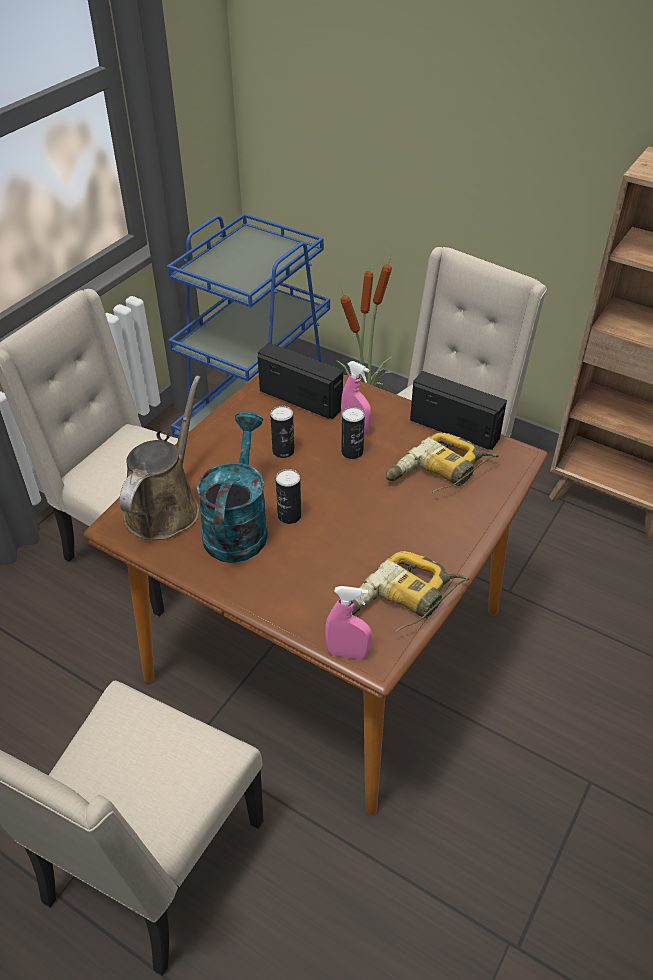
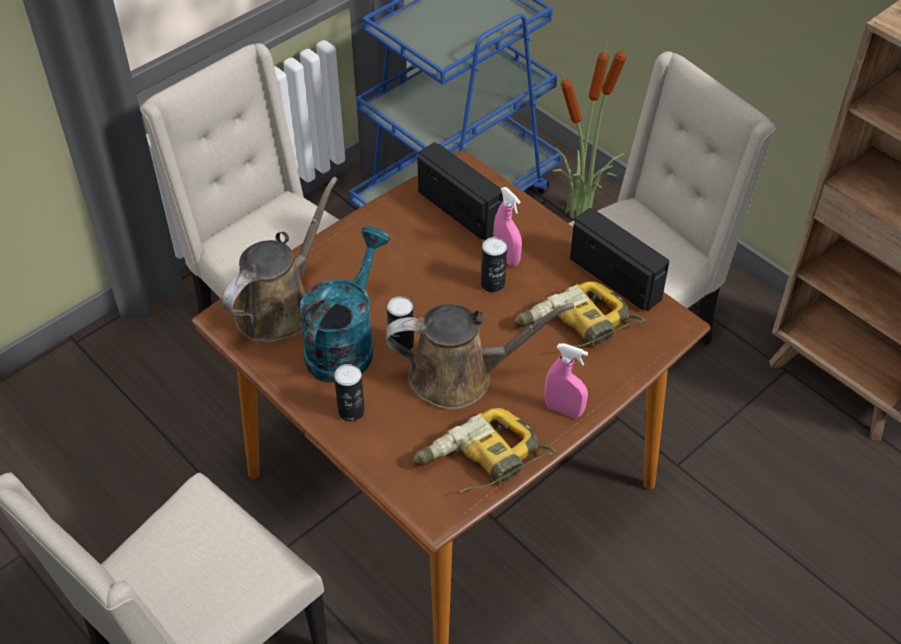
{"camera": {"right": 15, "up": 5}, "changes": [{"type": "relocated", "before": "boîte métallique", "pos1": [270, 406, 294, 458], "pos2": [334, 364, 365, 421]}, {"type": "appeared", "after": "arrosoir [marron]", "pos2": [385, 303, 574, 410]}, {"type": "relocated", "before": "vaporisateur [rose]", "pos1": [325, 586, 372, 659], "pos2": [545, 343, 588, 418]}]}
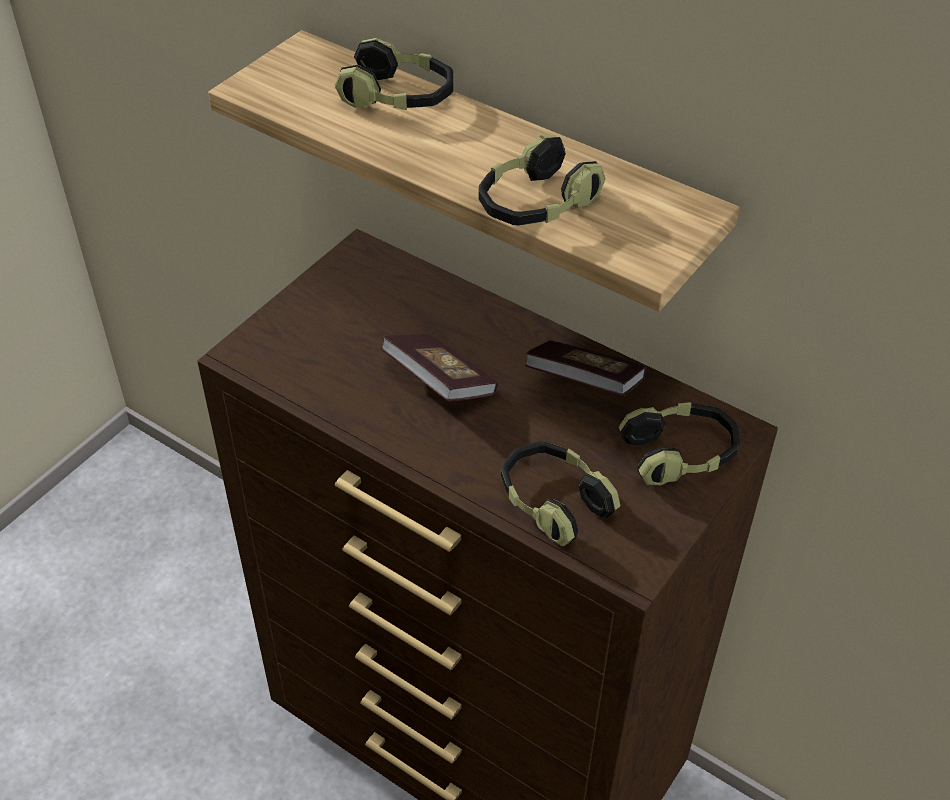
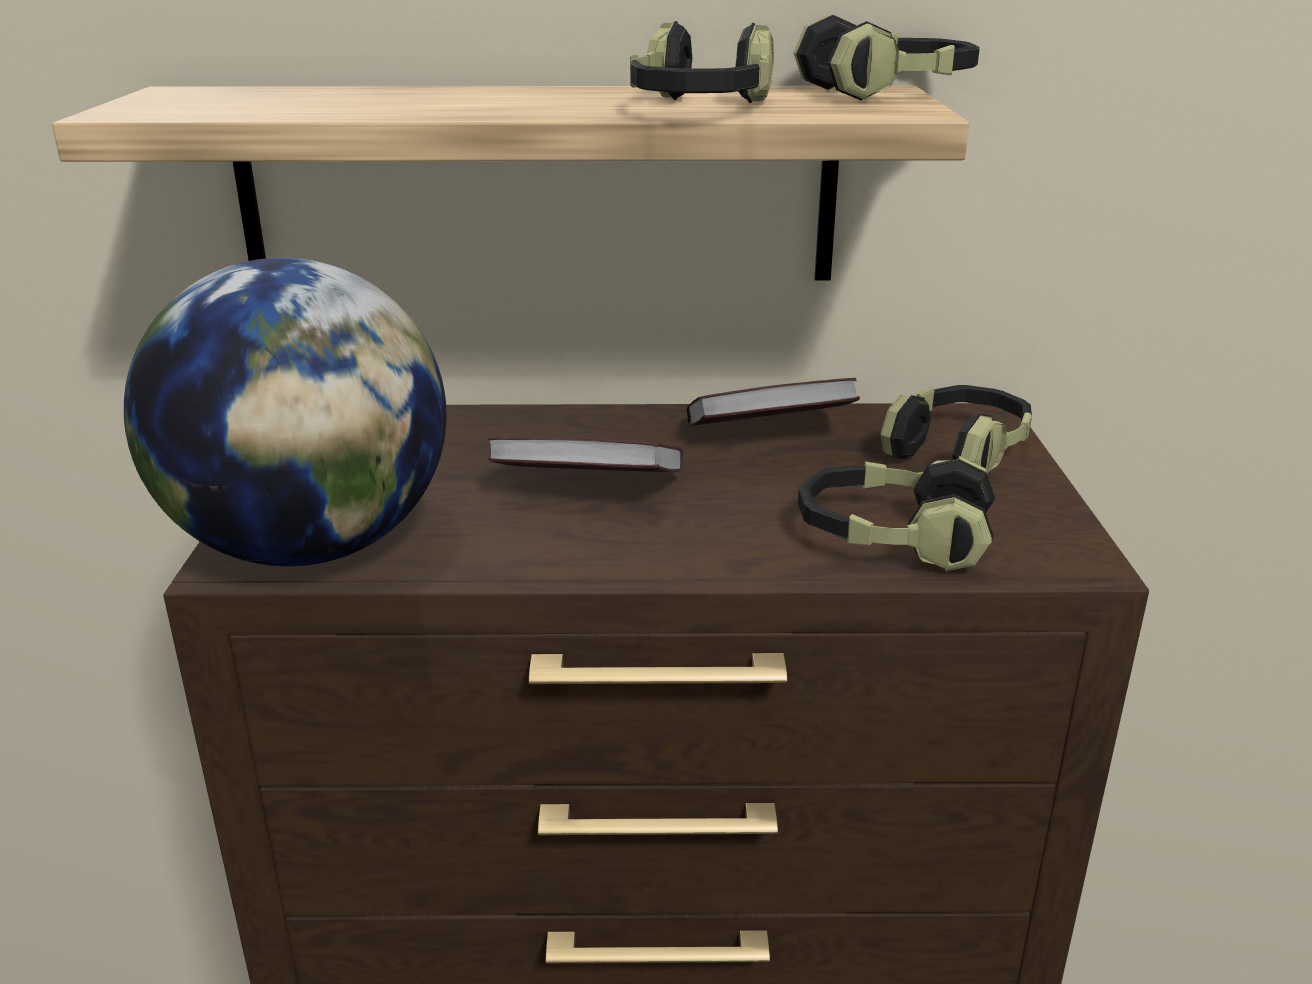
{"camera": {"right": -35, "up": -20}, "changes": [{"type": "appeared", "after": "globe", "pos2": [124, 258, 447, 566]}, {"type": "relocated", "before": "casque audio", "pos1": [334, 37, 453, 110], "pos2": [794, 15, 980, 100]}]}
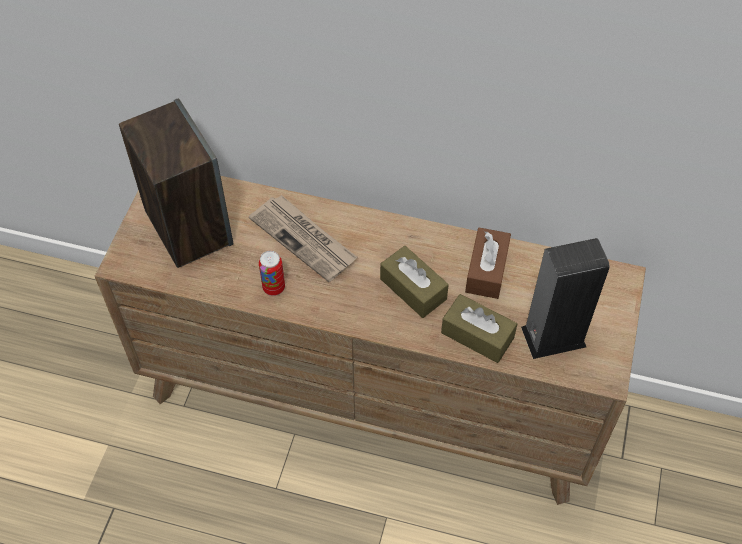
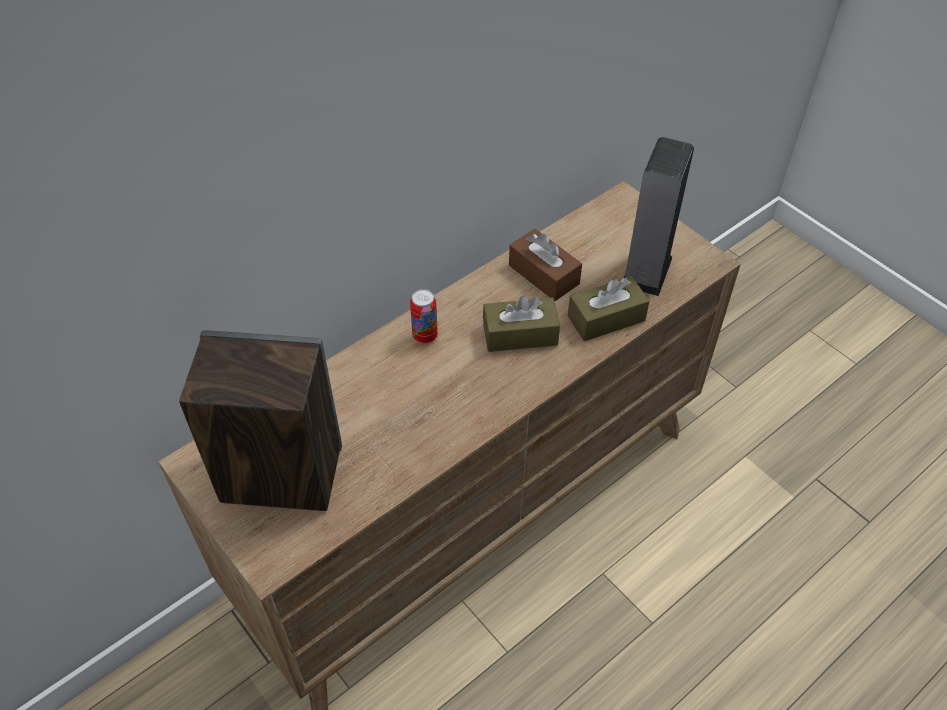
{"camera": {"right": -55, "up": -5}, "changes": [{"type": "relocated", "before": "boîte métallique", "pos1": [259, 251, 285, 296], "pos2": [410, 289, 438, 344]}, {"type": "missing", "before": "journal", "pos1": [249, 195, 357, 282]}]}
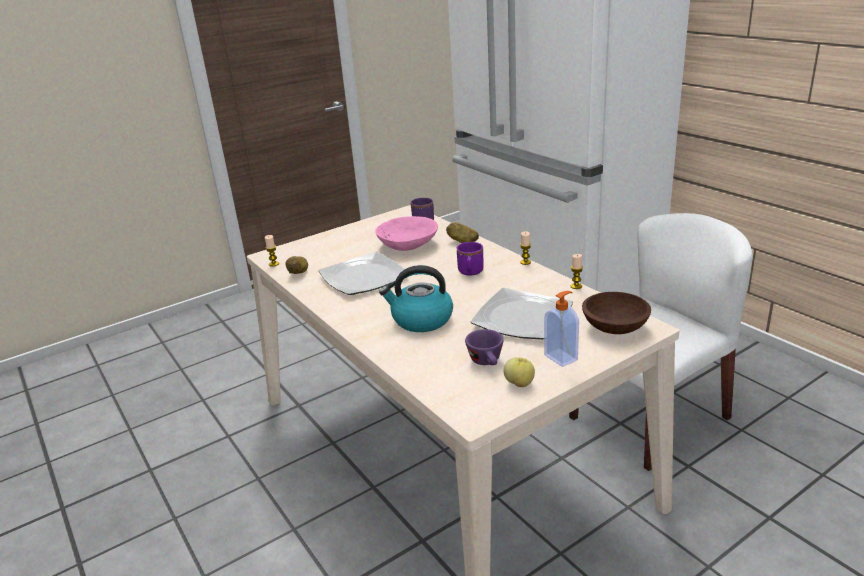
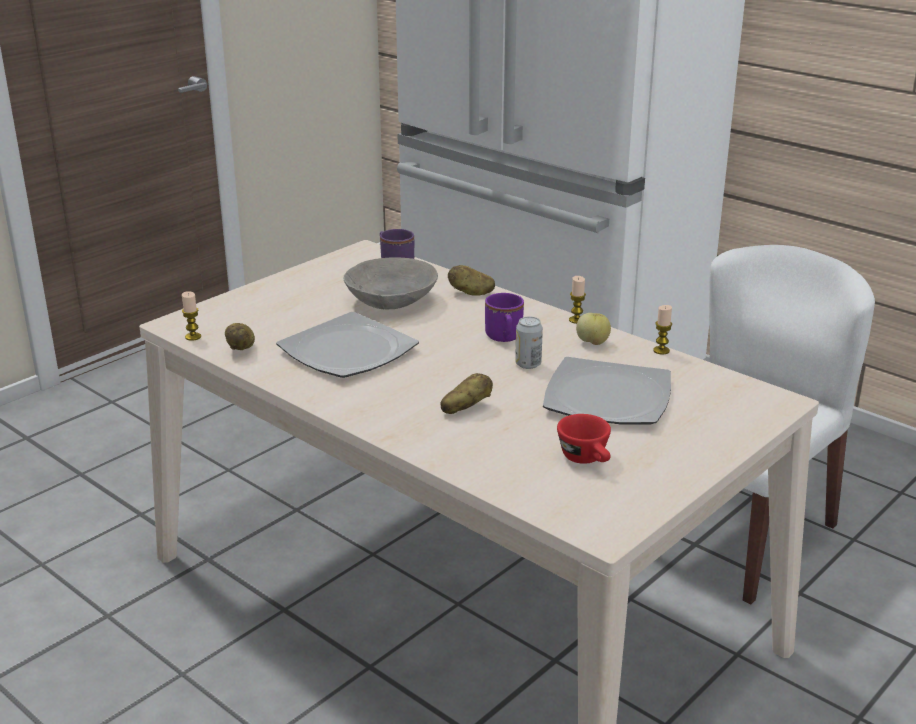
{"camera": {"right": -15, "up": 0}, "changes": [{"type": "colour", "before": "bol [rose]", "after": "bol [gris]", "pos1": [375, 216, 438, 251], "pos2": [344, 257, 438, 309]}, {"type": "exchanged", "before": "bouilloire", "after": "pomme de terre", "pos1": [379, 265, 453, 332], "pos2": [440, 373, 493, 414]}, {"type": "appeared", "after": "boîte métallique", "pos2": [515, 317, 543, 369]}, {"type": "colour", "before": "tasse [violet]", "after": "tasse [rouge]", "pos1": [465, 329, 504, 365], "pos2": [557, 414, 611, 464]}, {"type": "relocated", "before": "pomme", "pos1": [504, 357, 535, 387], "pos2": [576, 313, 611, 345]}, {"type": "missing", "before": "distributeur de savon", "pos1": [544, 291, 579, 367]}, {"type": "missing", "before": "bol [marron]", "pos1": [582, 292, 651, 334]}]}
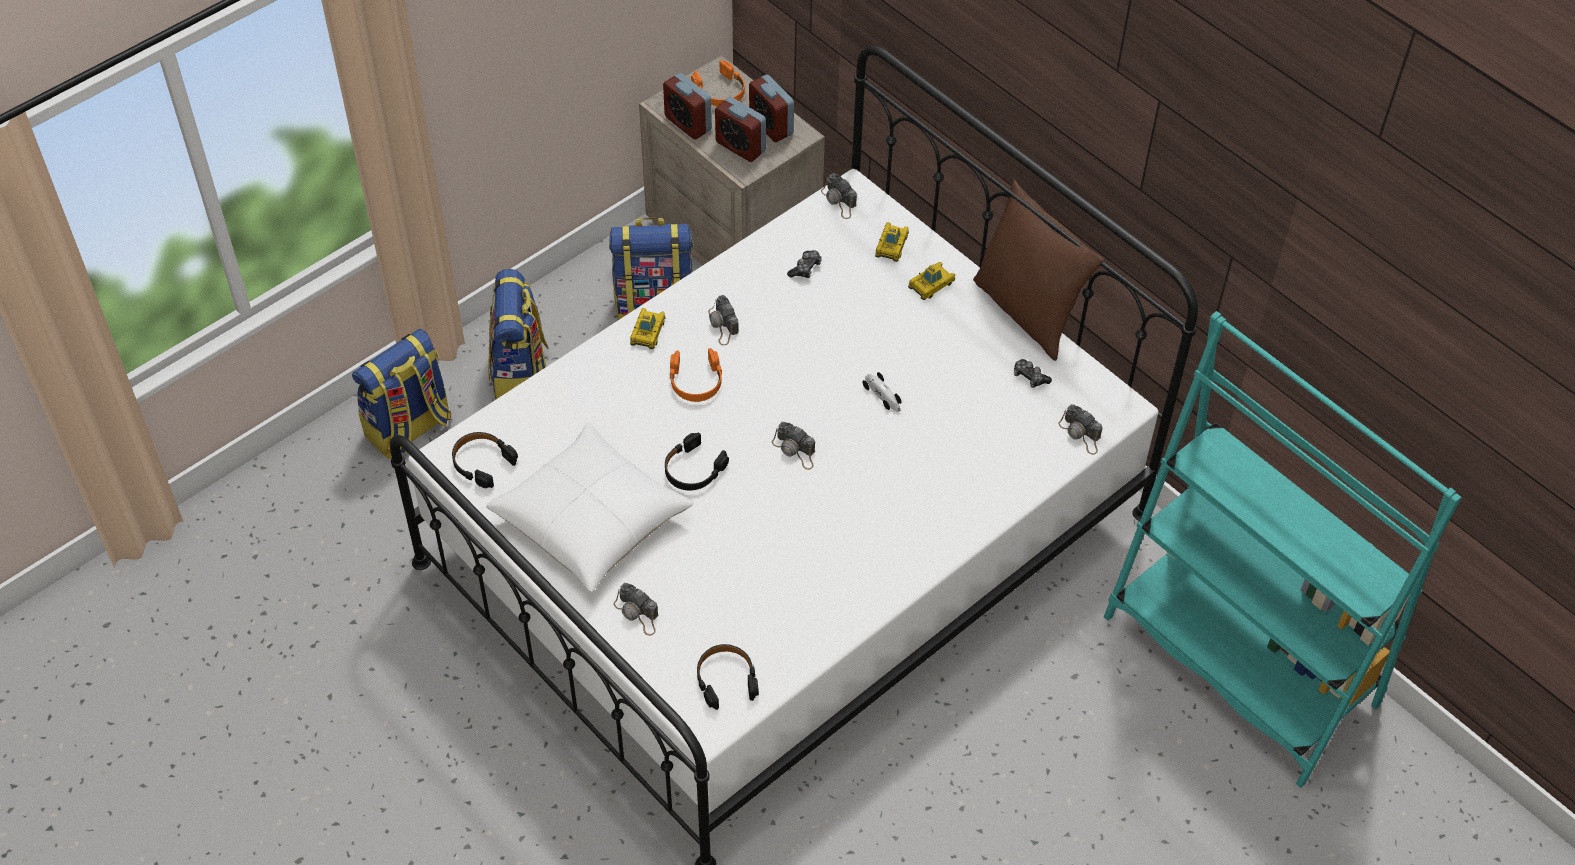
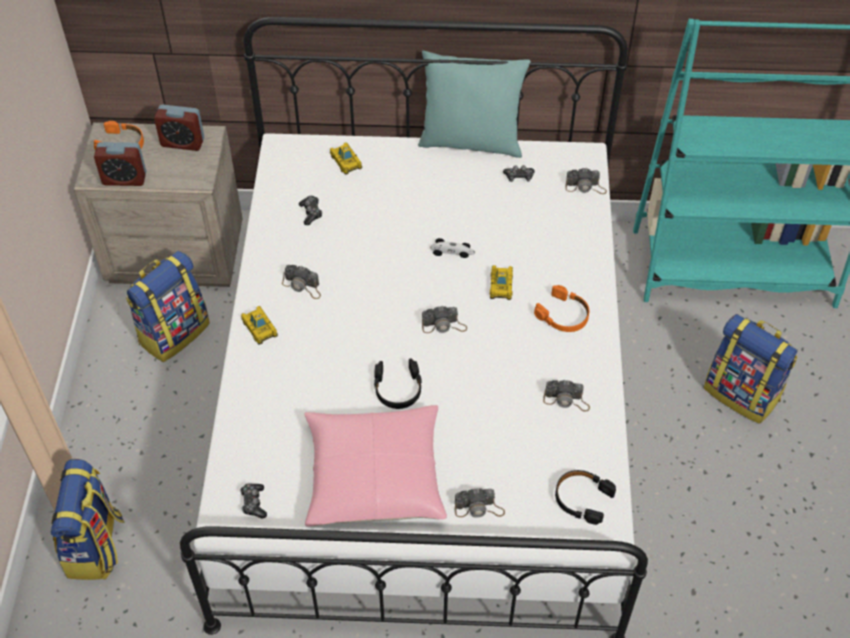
{"camera": {"right": -45, "up": 0}, "changes": [{"type": "exchanged", "before": "casque audio [noir]", "after": "manette", "pos1": [452, 432, 518, 488], "pos2": [240, 483, 267, 519]}, {"type": "colour", "before": "coussin [blanc]", "after": "coussin [rose]", "pos1": [486, 422, 694, 592], "pos2": [304, 405, 447, 527]}, {"type": "colour", "before": "coussin [marron]", "after": "coussin [turquoise]", "pos1": [973, 180, 1104, 361], "pos2": [418, 51, 531, 158]}, {"type": "relocated", "before": "petite voiture", "pos1": [908, 262, 955, 300], "pos2": [490, 265, 513, 300]}, {"type": "relocated", "before": "casque audio [orange]", "pos1": [670, 348, 722, 402], "pos2": [534, 285, 589, 332]}, {"type": "relocated", "before": "appareil photo", "pos1": [821, 173, 857, 219], "pos2": [543, 380, 590, 412]}, {"type": "relocated", "before": "sac à dos", "pos1": [488, 269, 549, 399], "pos2": [704, 314, 798, 424]}, {"type": "missing", "before": "réveil", "pos1": [715, 97, 766, 162]}]}
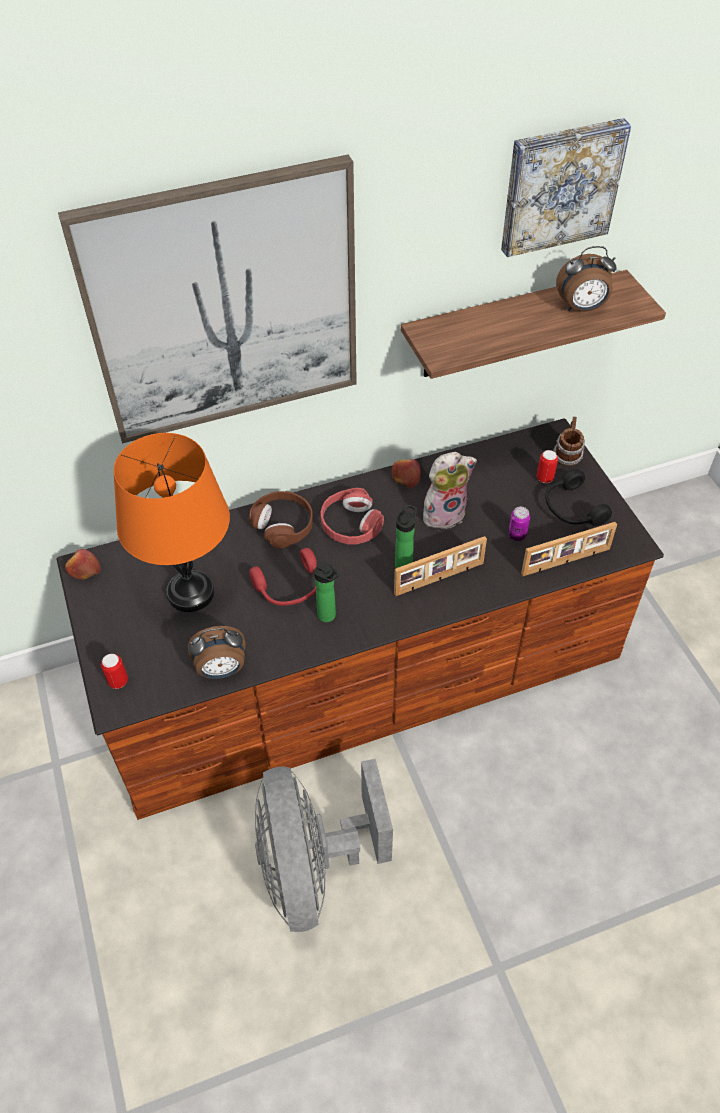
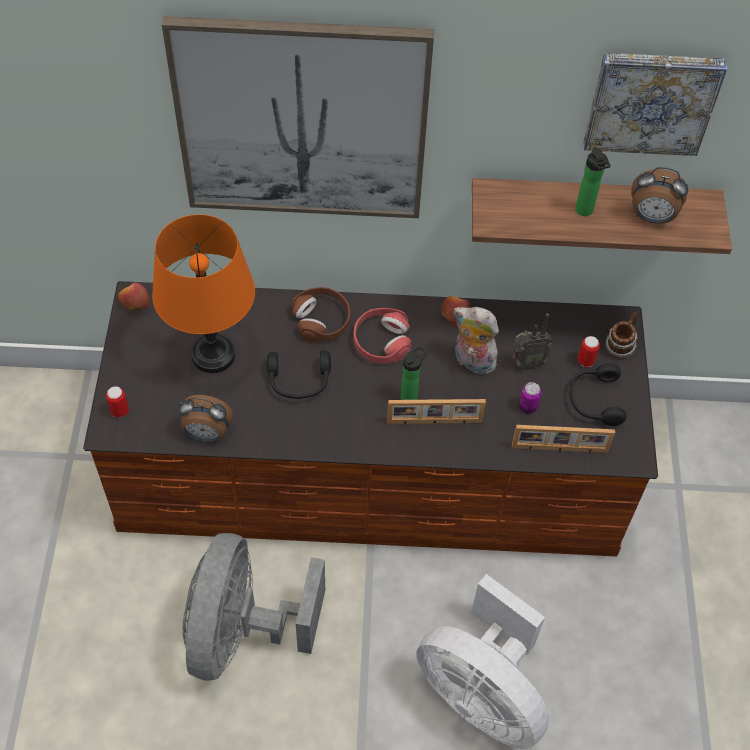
{"camera": {"right": 20, "up": 5}, "changes": [{"type": "colour", "before": "casque audio [rouge]", "after": "casque audio [noir]", "pos1": [249, 548, 317, 606], "pos2": [267, 351, 331, 399]}, {"type": "appeared", "after": "ventilateur [blanc]", "pos2": [416, 574, 550, 749]}, {"type": "spun", "before": "peluche", "pos1": [423, 452, 477, 529], "pos2": [454, 307, 499, 374], "turn": -150}, {"type": "appeared", "after": "radio", "pos2": [513, 313, 552, 370]}, {"type": "relocated", "before": "bouteille", "pos1": [314, 560, 339, 622], "pos2": [575, 147, 611, 216]}]}
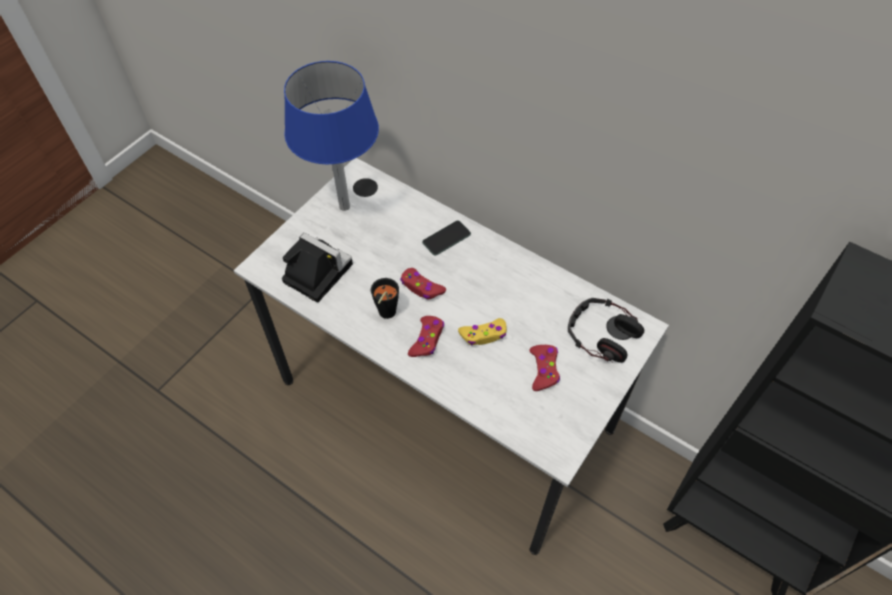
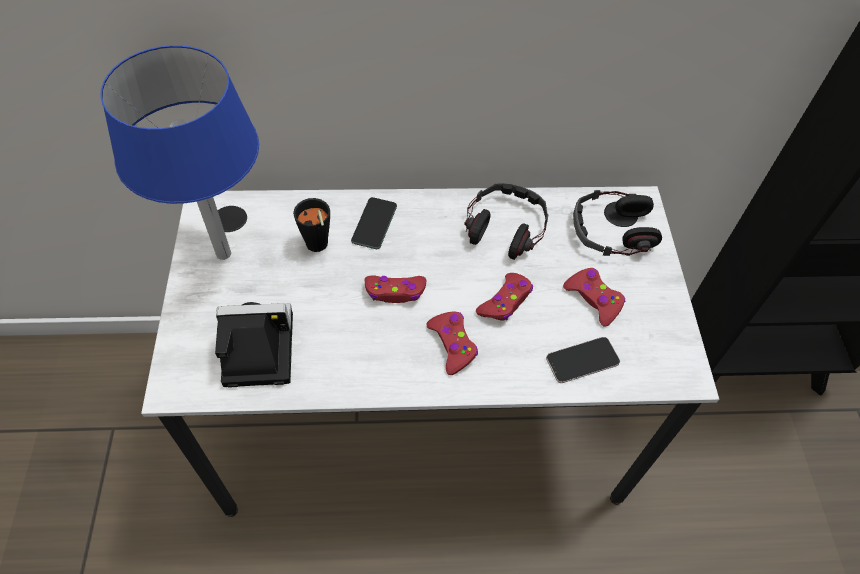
{"camera": {"right": -40, "up": 0}, "changes": [{"type": "relocated", "before": "tasse [noir]", "pos1": [371, 278, 399, 319], "pos2": [293, 198, 330, 252]}, {"type": "appeared", "after": "casque audio", "pos2": [464, 183, 549, 260]}, {"type": "colour", "before": "manette [jaune]", "after": "manette [rouge]", "pos1": [458, 318, 507, 346], "pos2": [476, 273, 533, 321]}, {"type": "appeared", "after": "téléphone", "pos2": [546, 337, 620, 383]}]}
